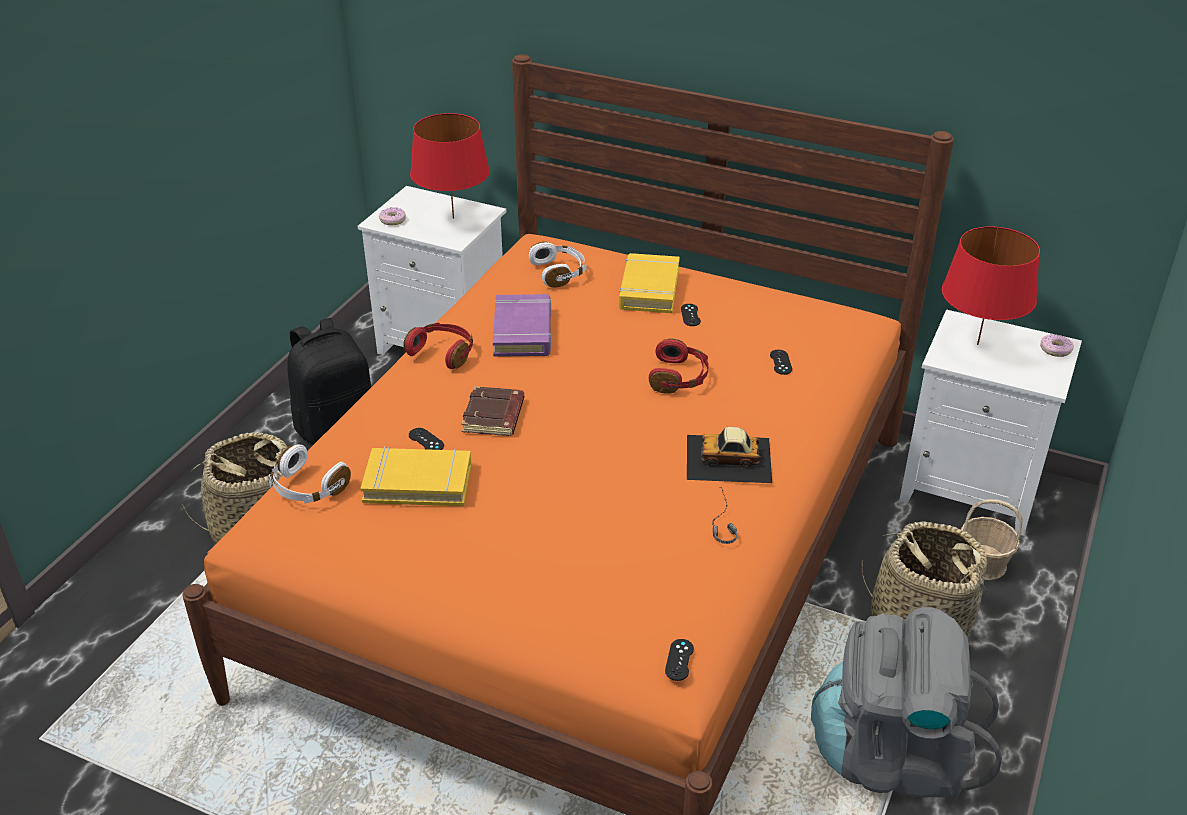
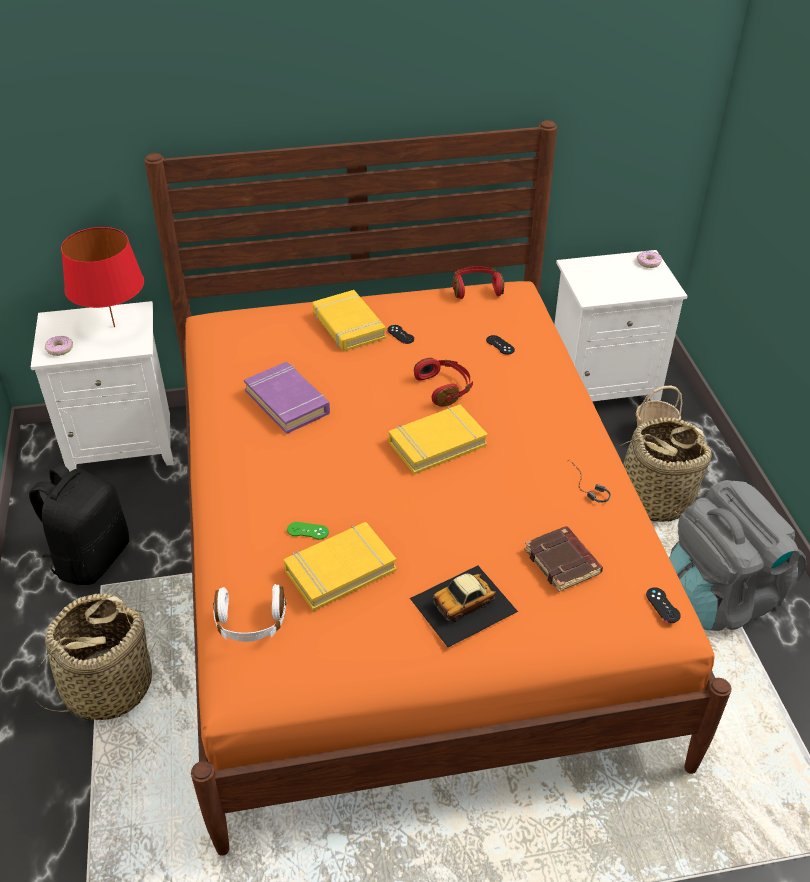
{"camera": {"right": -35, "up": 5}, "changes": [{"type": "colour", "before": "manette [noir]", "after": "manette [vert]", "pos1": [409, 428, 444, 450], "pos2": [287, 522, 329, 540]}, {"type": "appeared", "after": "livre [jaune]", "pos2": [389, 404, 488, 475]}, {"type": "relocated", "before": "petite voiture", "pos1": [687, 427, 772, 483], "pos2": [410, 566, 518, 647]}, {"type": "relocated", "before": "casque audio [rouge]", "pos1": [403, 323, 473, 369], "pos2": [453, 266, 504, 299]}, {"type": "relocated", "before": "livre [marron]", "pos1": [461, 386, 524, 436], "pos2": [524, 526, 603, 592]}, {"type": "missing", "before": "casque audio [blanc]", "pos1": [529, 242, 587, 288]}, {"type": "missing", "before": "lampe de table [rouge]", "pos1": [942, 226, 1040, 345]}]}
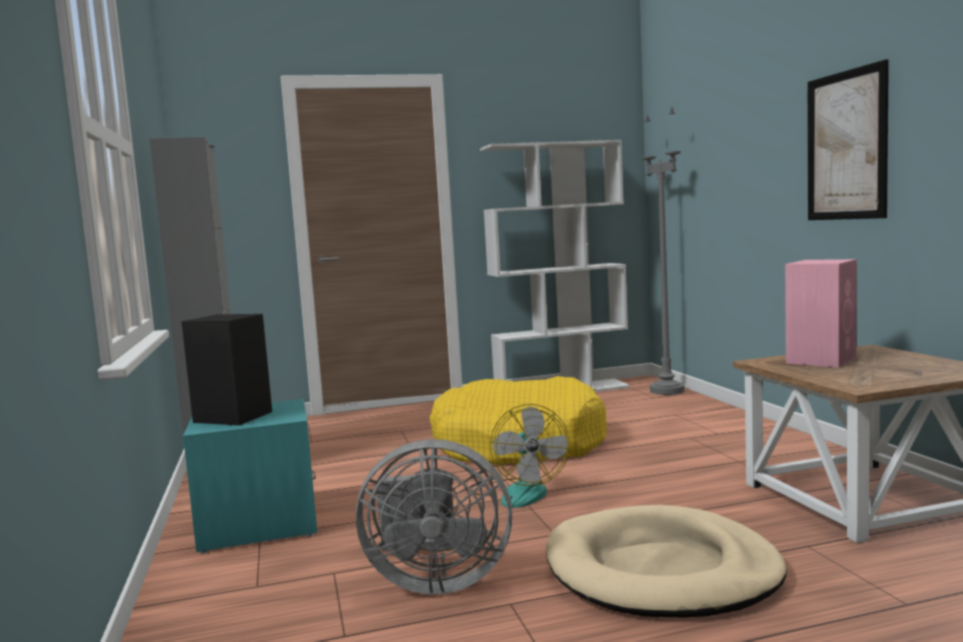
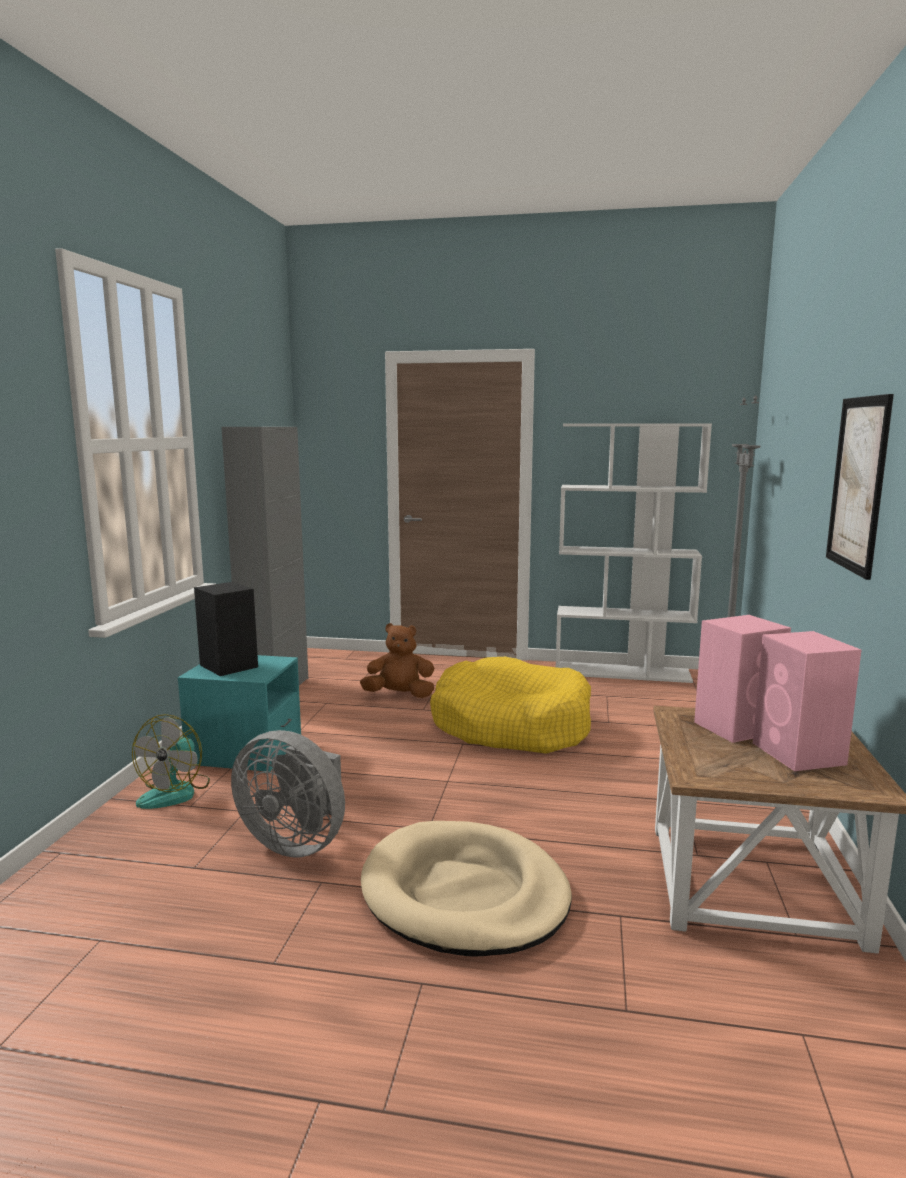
{"camera": {"right": 25, "up": 5}, "changes": [{"type": "relocated", "before": "ventilateur", "pos1": [475, 404, 570, 508], "pos2": [132, 714, 210, 809]}, {"type": "appeared", "after": "peluche [marron]", "pos2": [360, 623, 434, 698]}, {"type": "appeared", "after": "enceinte [rose]", "pos2": [753, 631, 862, 771]}]}
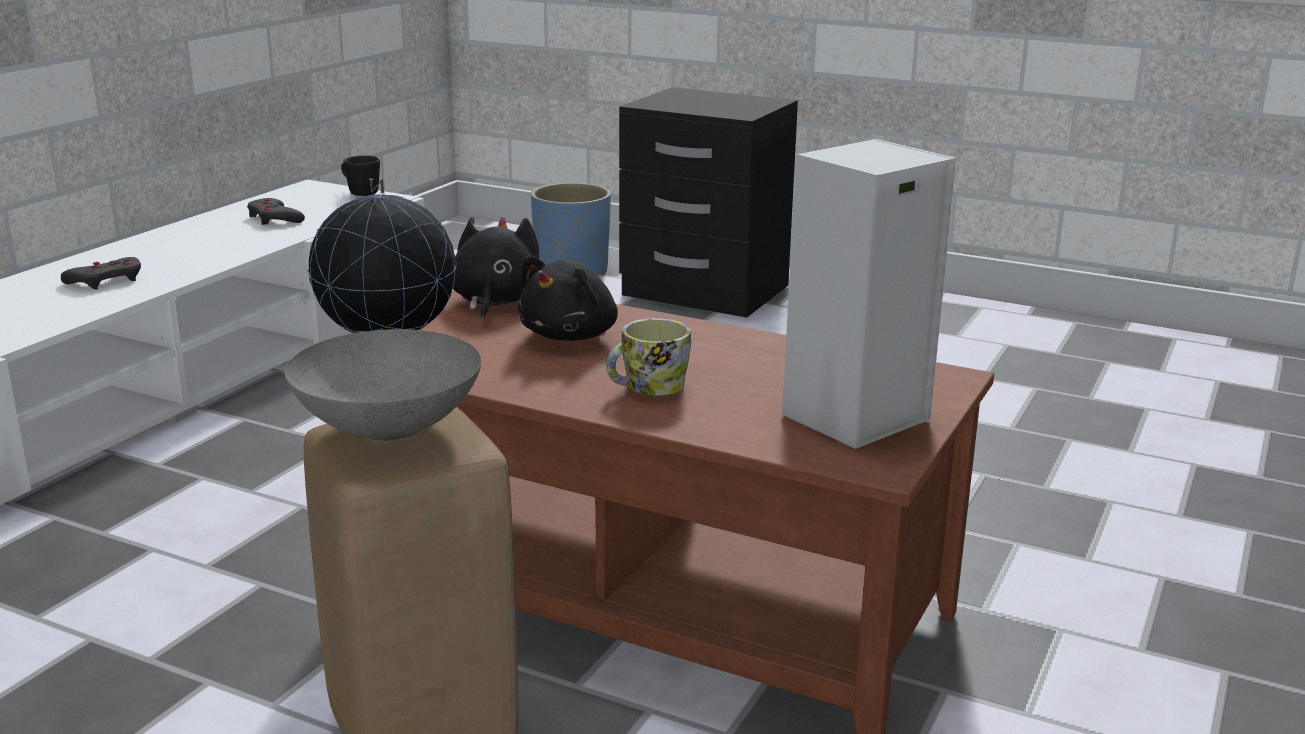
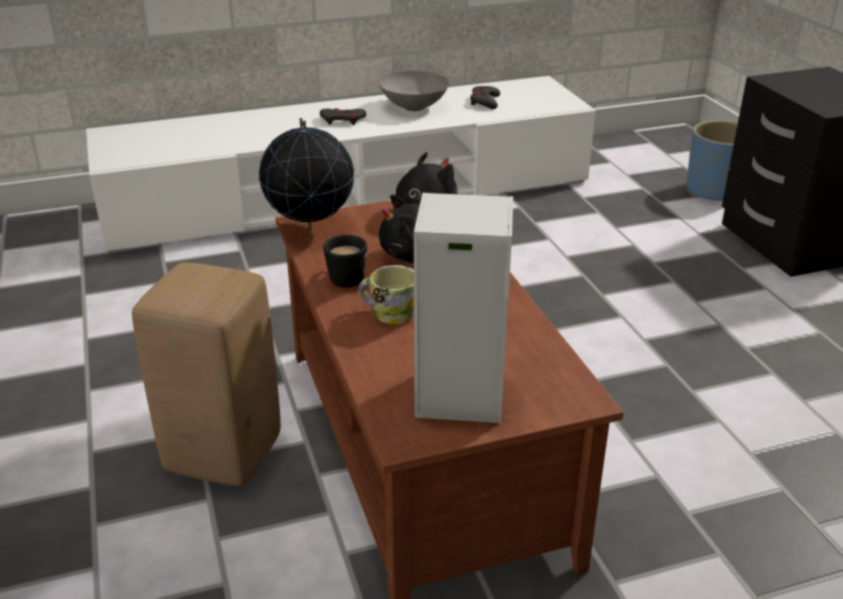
{"camera": {"right": 45, "up": 10}, "changes": [{"type": "relocated", "before": "mug [noir]", "pos1": [341, 156, 380, 196], "pos2": [323, 235, 367, 288]}, {"type": "relocated", "before": "bol [gris]", "pos1": [284, 329, 482, 442], "pos2": [379, 71, 449, 111]}]}
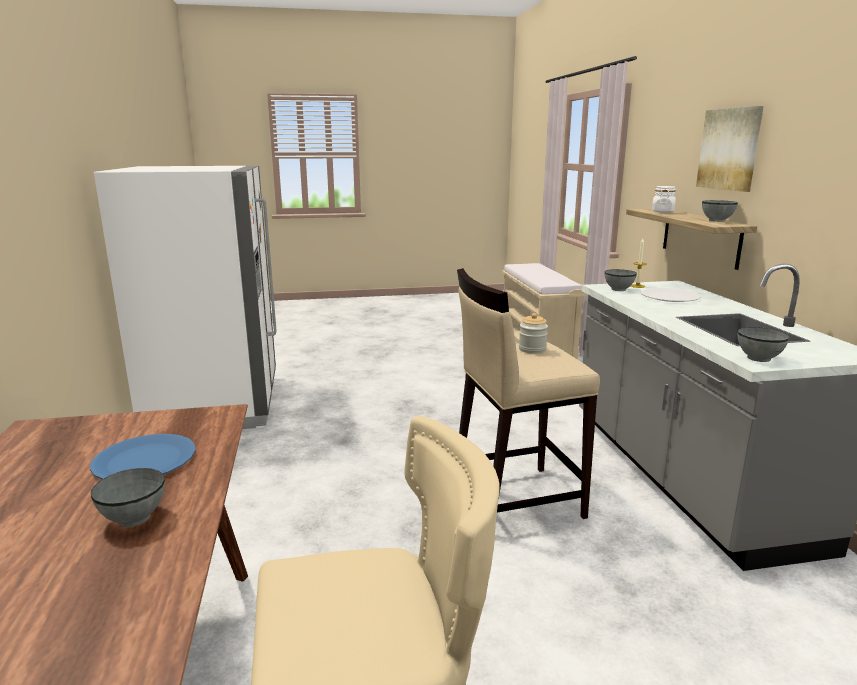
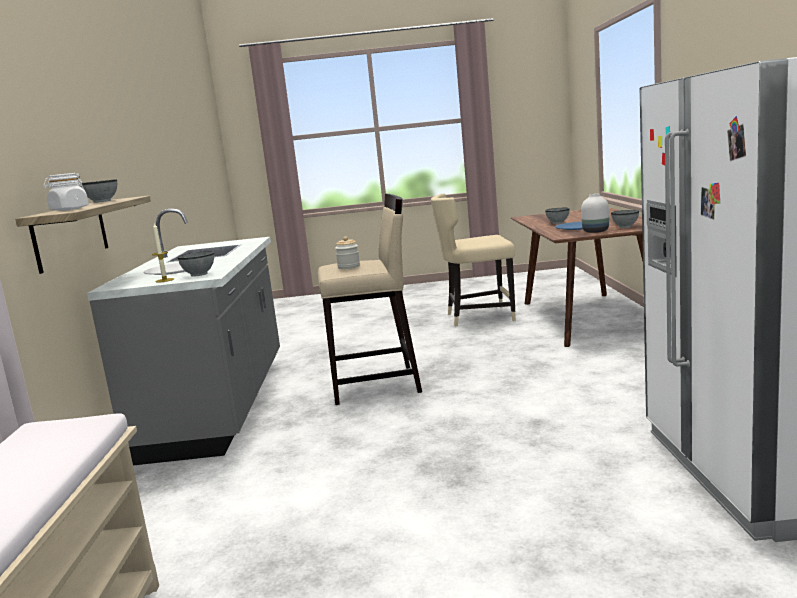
{"camera": {"right": -170, "up": -5}, "changes": [{"type": "appeared", "after": "vase [blanc]", "pos2": [581, 194, 609, 233]}, {"type": "relocated", "before": "bol [gris]", "pos1": [737, 327, 790, 362], "pos2": [611, 210, 639, 228]}, {"type": "missing", "before": "tableau", "pos1": [696, 106, 764, 192]}]}
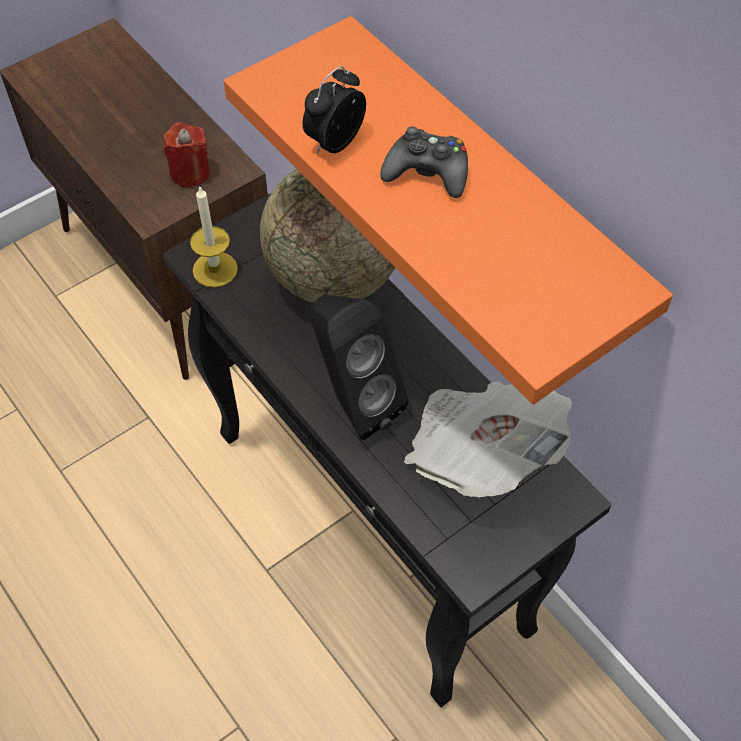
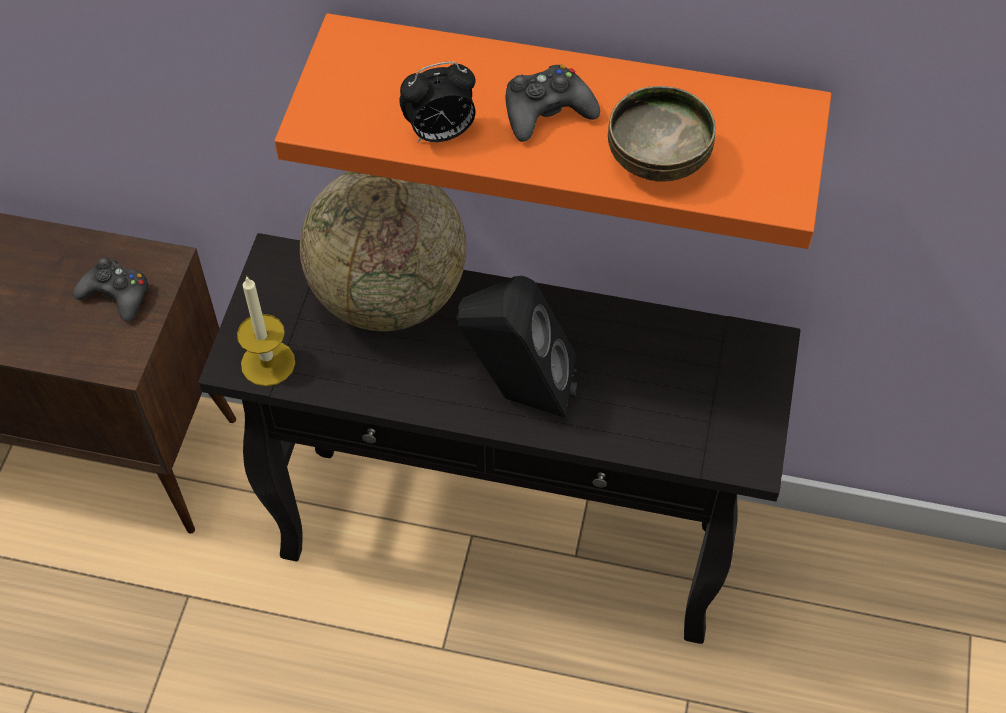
{"camera": {"right": -40, "up": 0}, "changes": [{"type": "exchanged", "before": "bougie [rouge]", "after": "manette [noir]", "pos1": [163, 122, 210, 187], "pos2": [73, 258, 148, 322]}, {"type": "spun", "before": "réveil", "pos1": [303, 66, 366, 154], "pos2": [400, 61, 476, 142], "turn": -105}, {"type": "appeared", "after": "bol", "pos2": [608, 86, 716, 182]}, {"type": "missing", "before": "journal", "pos1": [404, 381, 573, 498]}]}
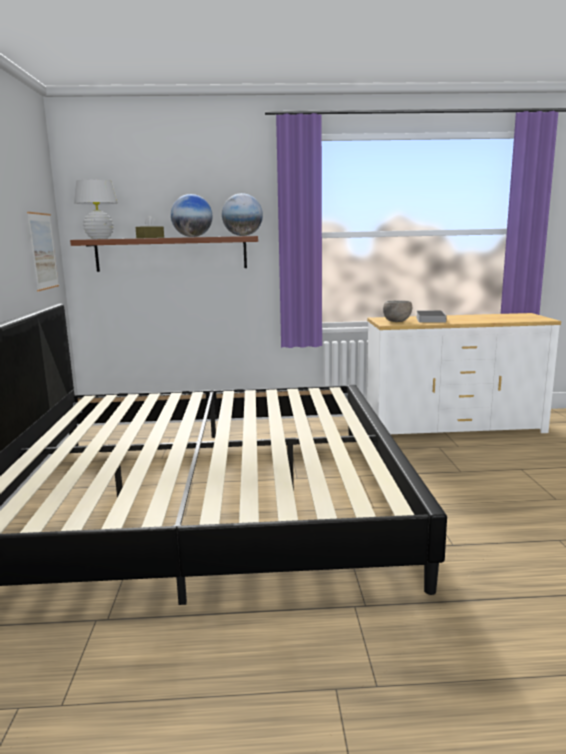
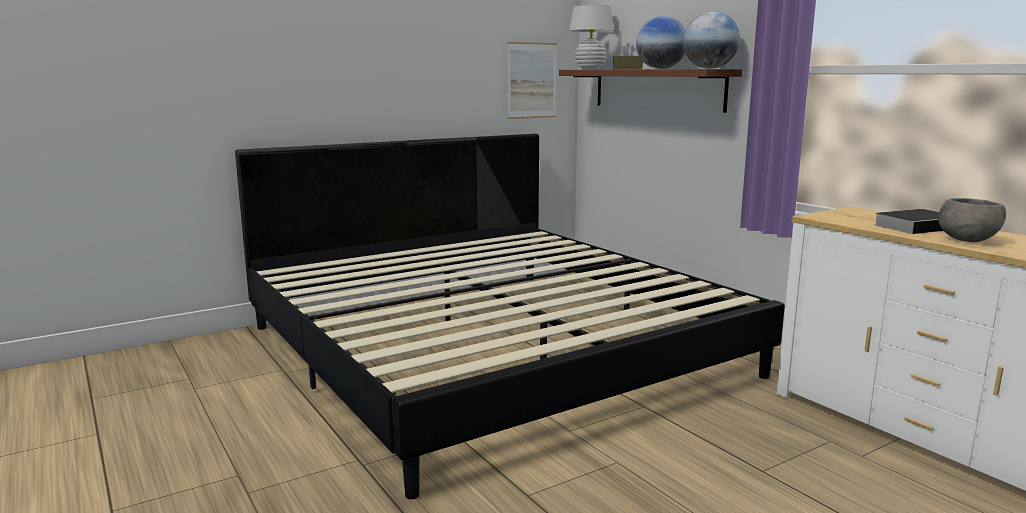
{"camera": {"right": 60, "up": 0}, "changes": [{"type": "relocated", "before": "bol [gris]", "pos1": [383, 301, 413, 322], "pos2": [938, 198, 1006, 242]}]}
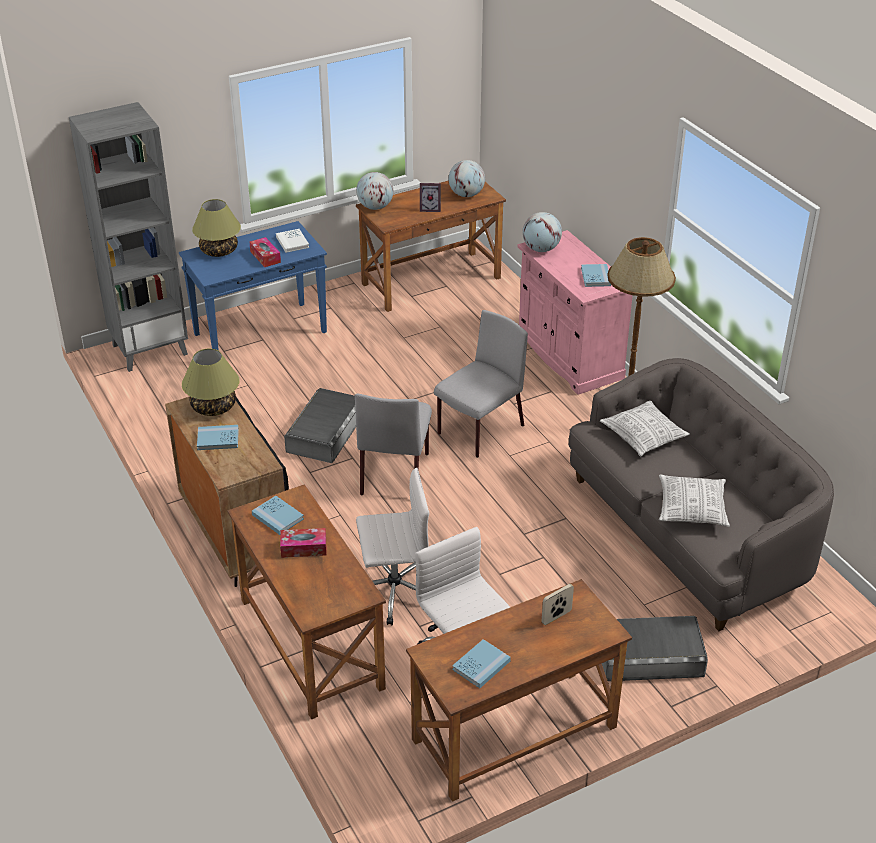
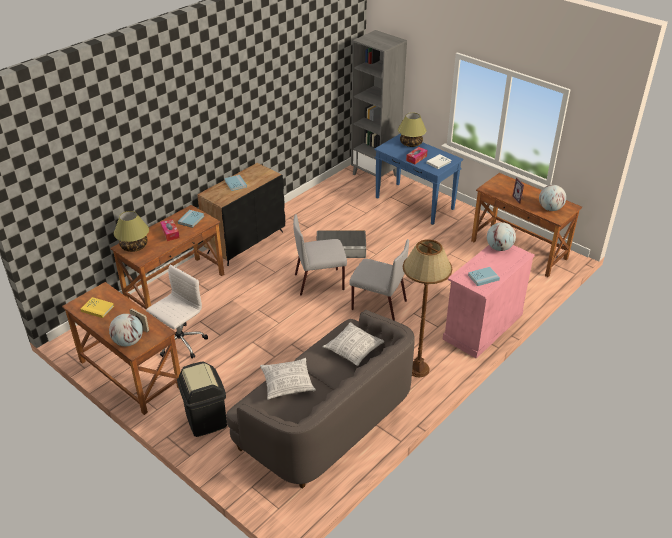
{"camera": {"right": 70, "up": 0}, "changes": [{"type": "colour", "before": "livre [bleu]", "after": "livre [jaune]", "pos1": [452, 639, 511, 688], "pos2": [80, 297, 114, 318]}, {"type": "relocated", "before": "globe", "pos1": [356, 172, 393, 210], "pos2": [109, 314, 143, 346]}, {"type": "relocated", "before": "lampe de table", "pos1": [182, 349, 240, 416], "pos2": [114, 211, 149, 252]}, {"type": "exchanged", "before": "boîte de rangement [gris]", "after": "poubelle [noir]", "pos1": [602, 616, 708, 681], "pos2": [177, 361, 227, 437]}, {"type": "missing", "before": "chaise de bureau [blanc]", "pos1": [356, 468, 429, 625]}]}
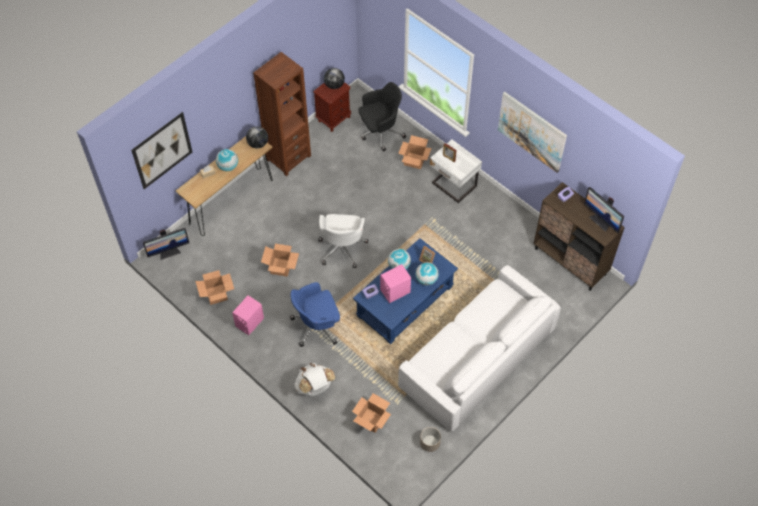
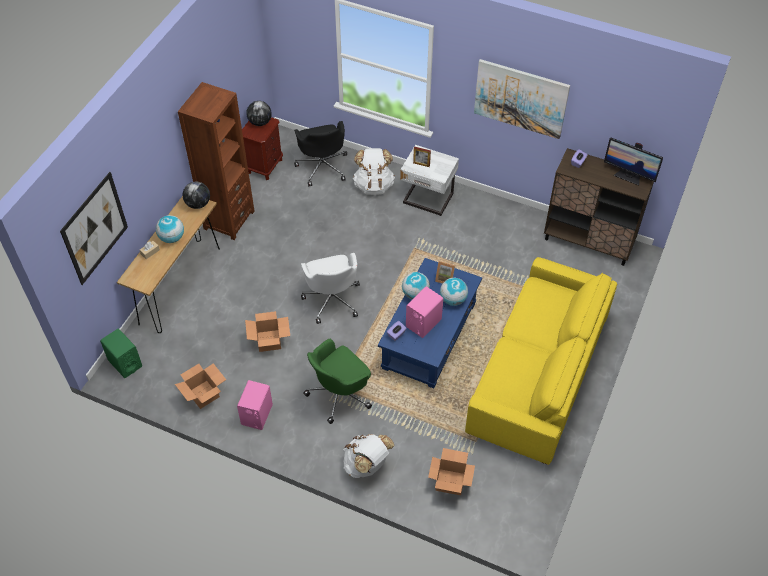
{"camera": {"right": -20, "up": -5}, "changes": [{"type": "exchanged", "before": "écran d'ordinateur", "after": "enceinte [vert]", "pos1": [143, 228, 189, 260], "pos2": [100, 329, 142, 378]}, {"type": "spun", "before": "chaise de bureau [noir]", "pos1": [358, 82, 406, 151], "pos2": [294, 121, 347, 186], "turn": 120}, {"type": "colour", "before": "chaise de bureau [bleu]", "after": "chaise de bureau [vert]", "pos1": [290, 282, 340, 347], "pos2": [303, 339, 372, 424]}, {"type": "exchanged", "before": "carton", "after": "sac à dos [blanc]", "pos1": [398, 135, 432, 169], "pos2": [353, 148, 395, 195]}, {"type": "colour", "before": "canapé [blanc]", "after": "canapé [jaune]", "pos1": [398, 265, 561, 432], "pos2": [465, 257, 617, 465]}, {"type": "missing", "before": "cache-pot", "pos1": [420, 427, 441, 452]}]}
